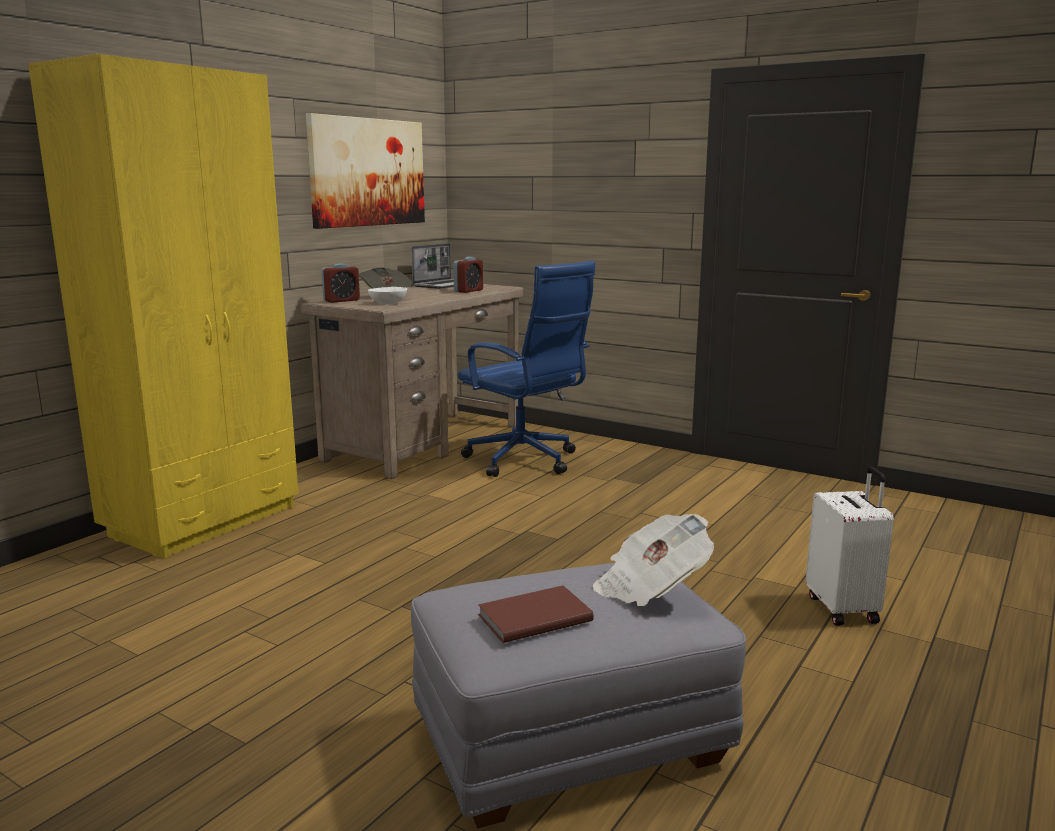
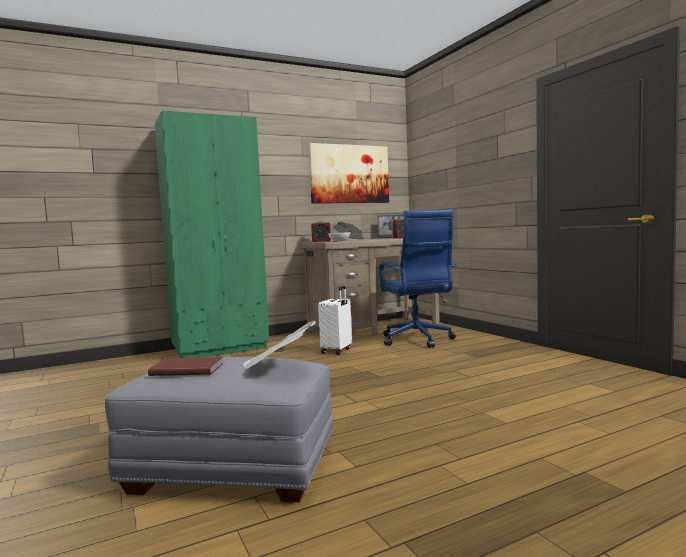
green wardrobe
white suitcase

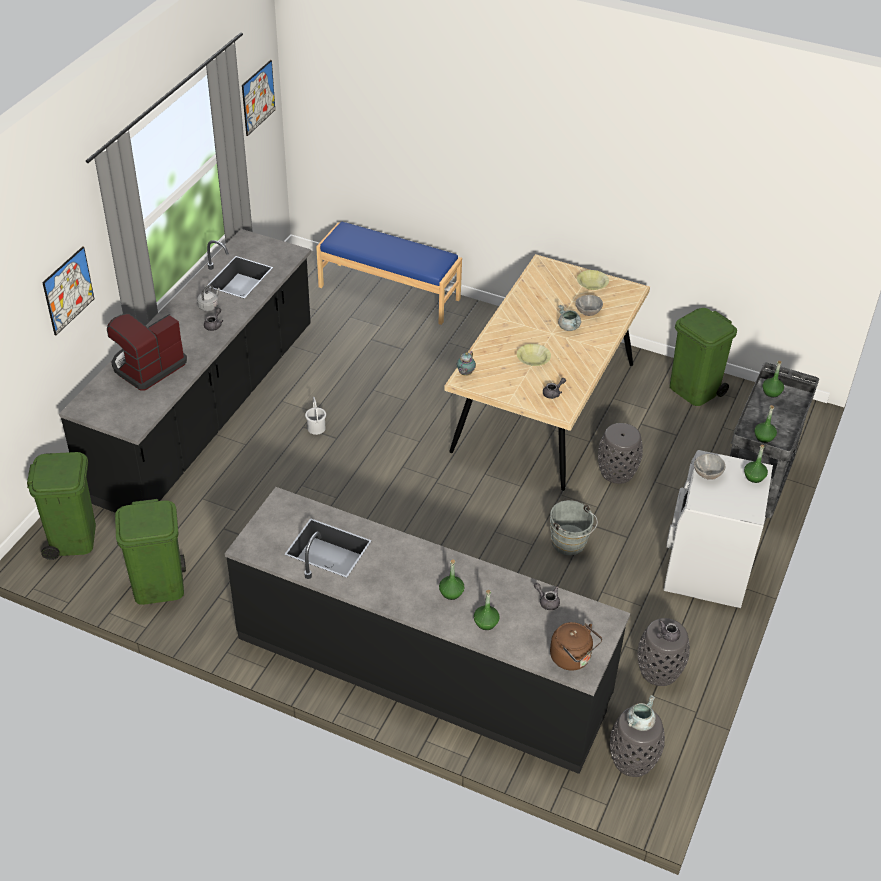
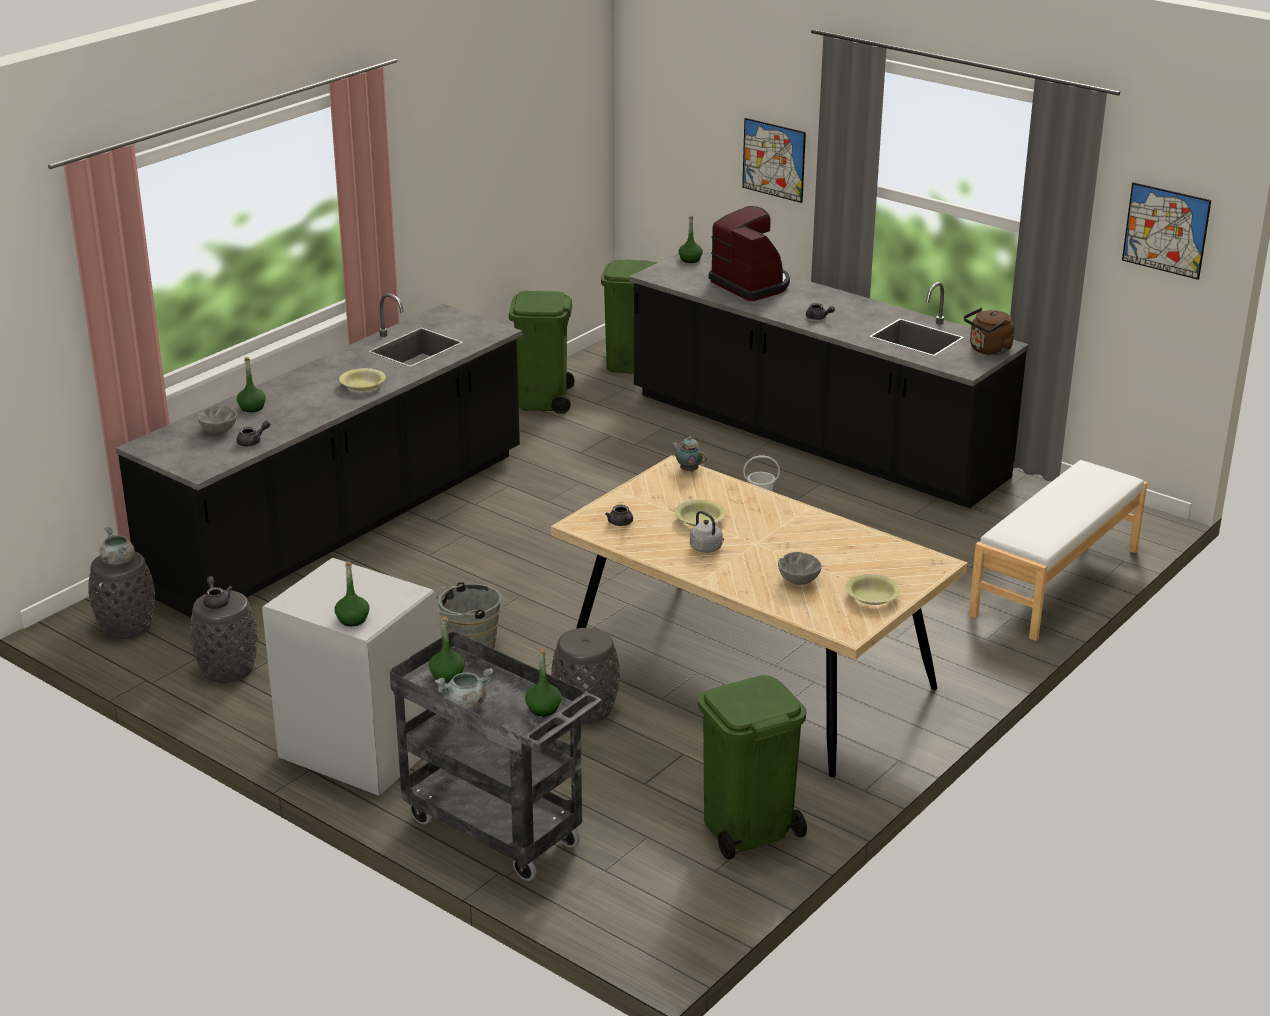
grey kettle
white bench
green bottle (5th from left)
brown kettle
grey cooking pot (2nd from left)
grey bowl (1st from left)
yellow bowl (1st from left)

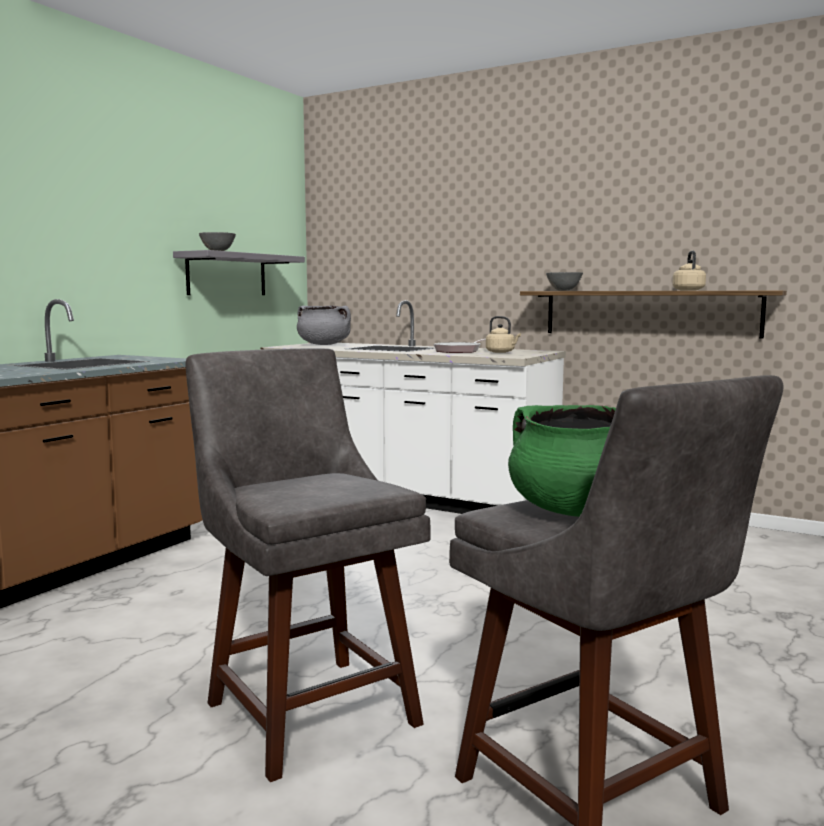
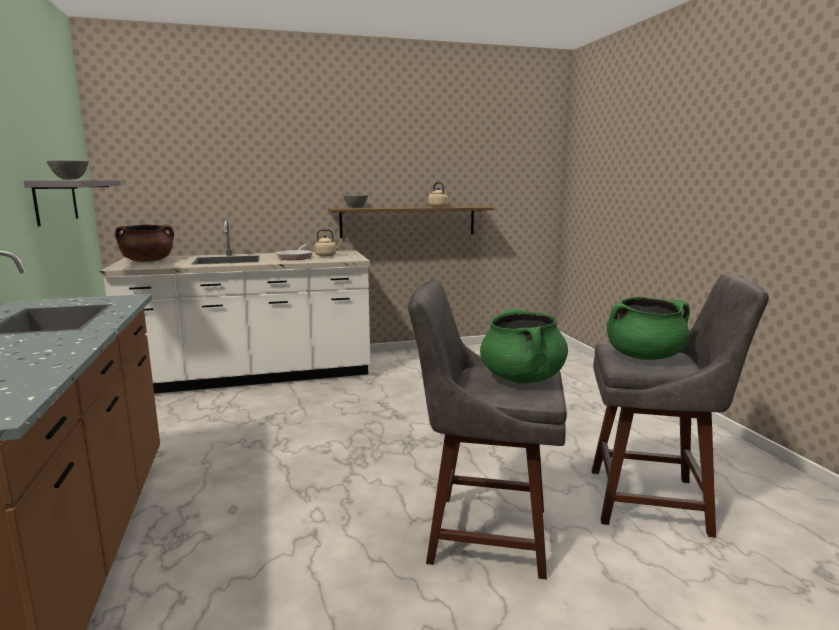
brown cooking pot
green cooking pot (1st from left)

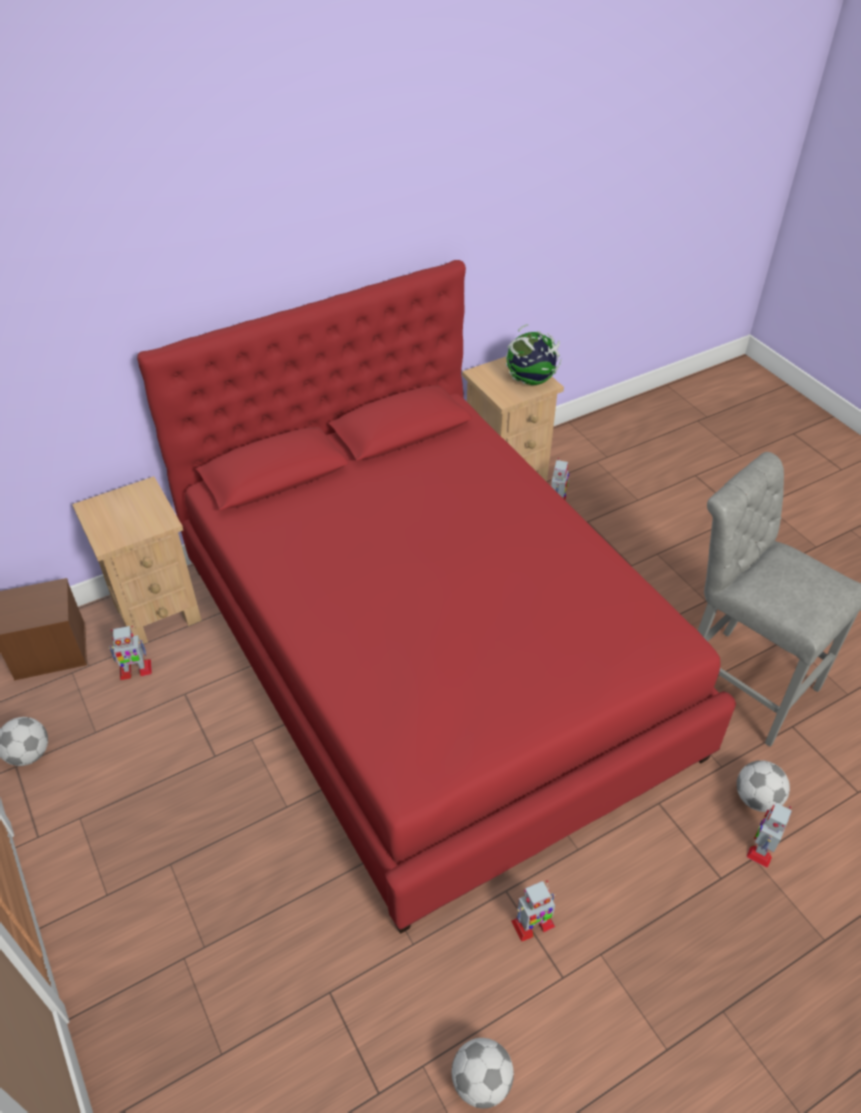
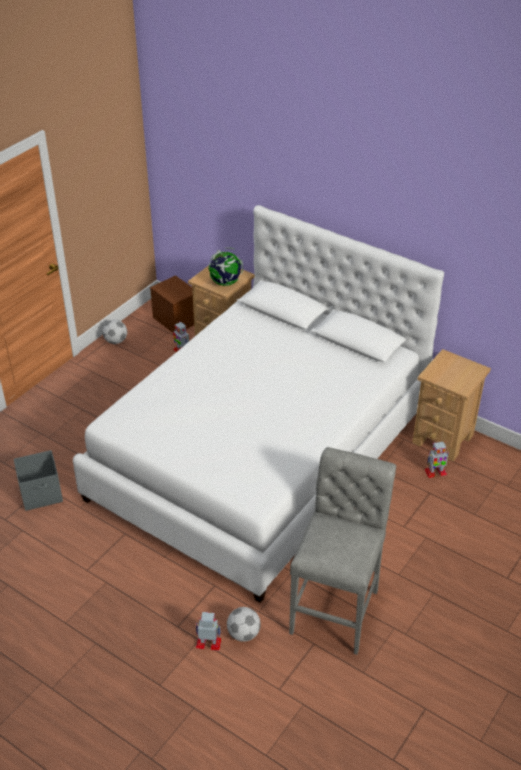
white bed
football (2nd from left in the first image)
globe
toy robot (2nd from left in the first image)
grey storage box

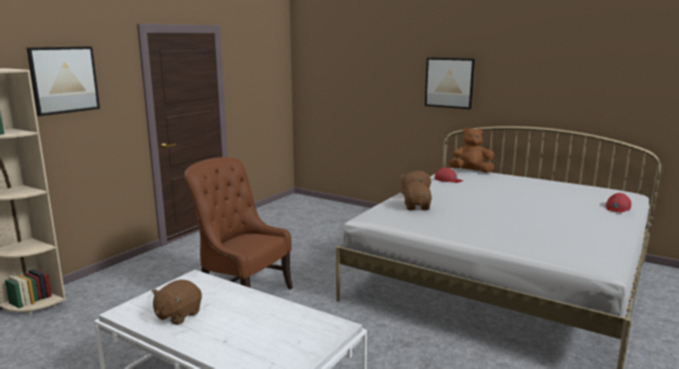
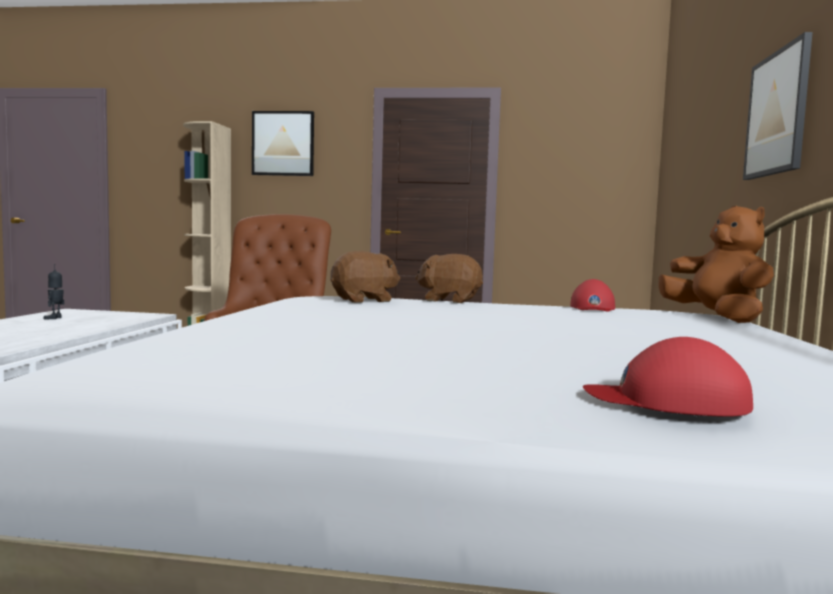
toy robot

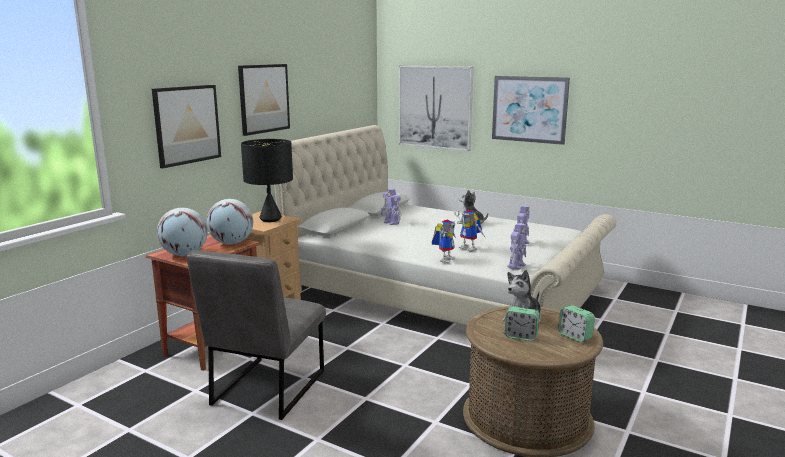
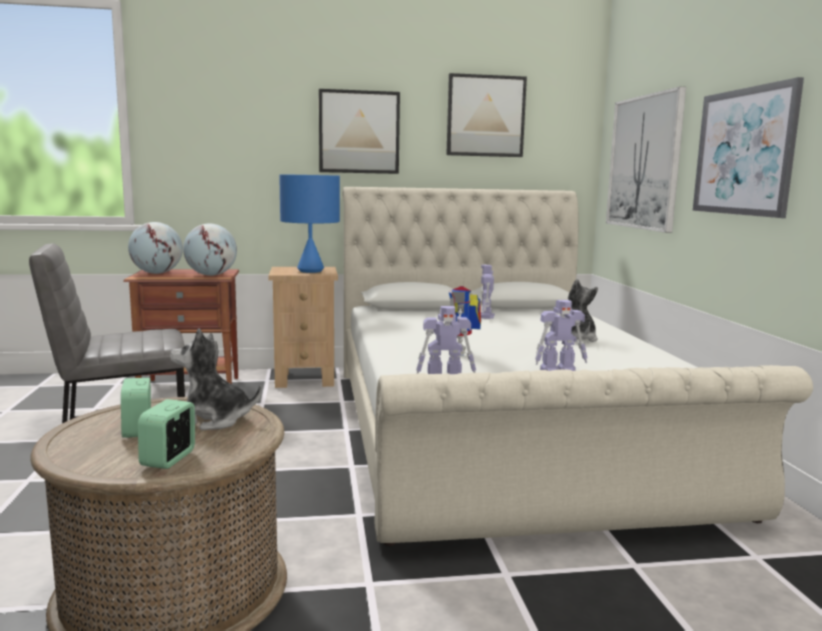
picture (2nd from left)
blue table lamp
toy robot (2nd from left in the first image)

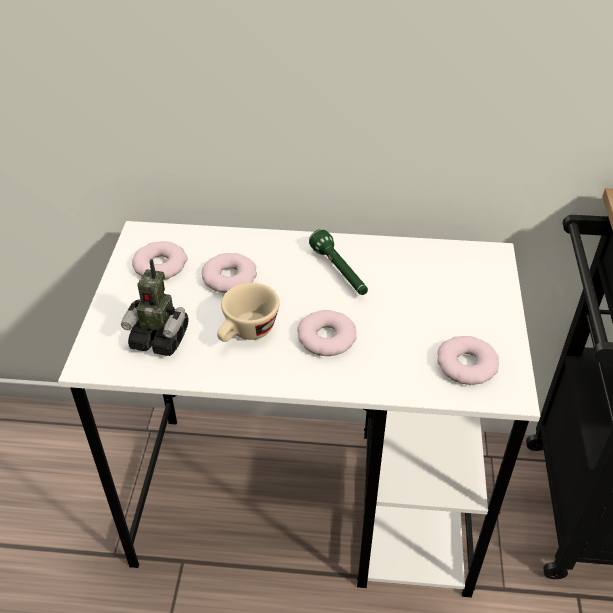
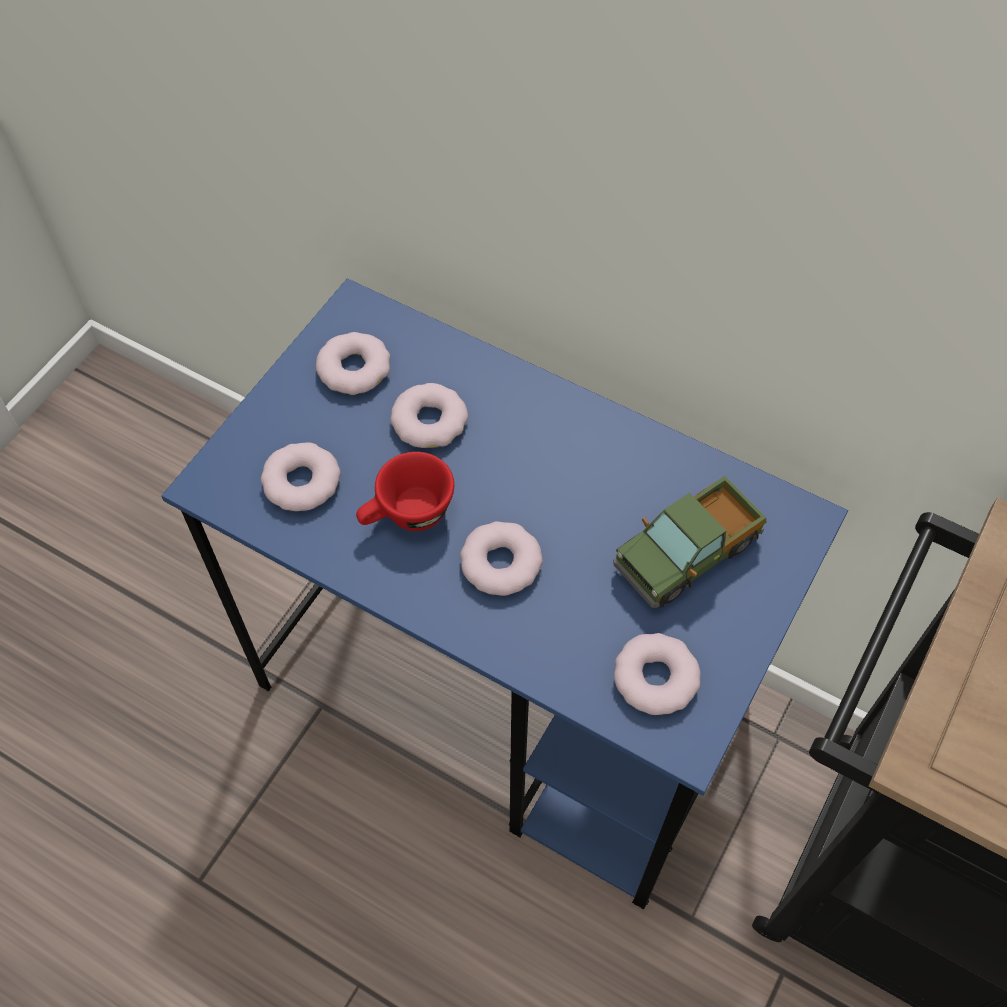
blue desk
donut (1st from left)
red cup
green flashlight
toy truck

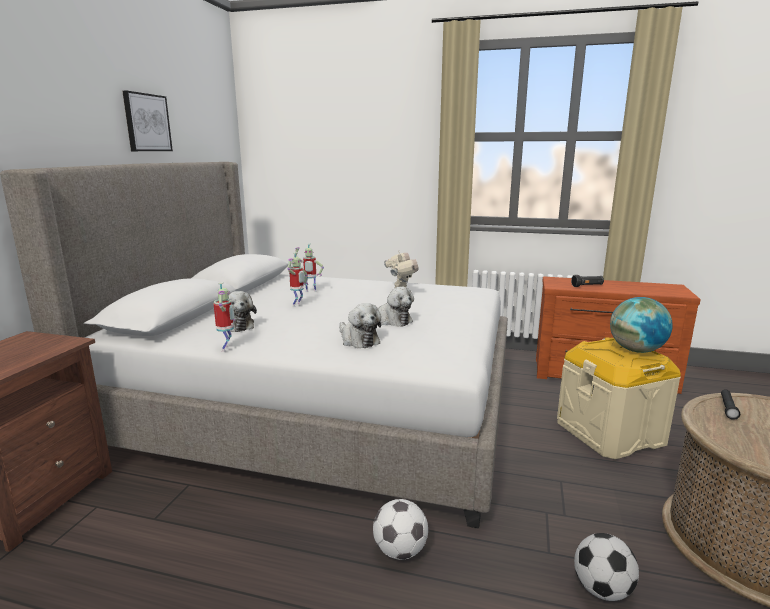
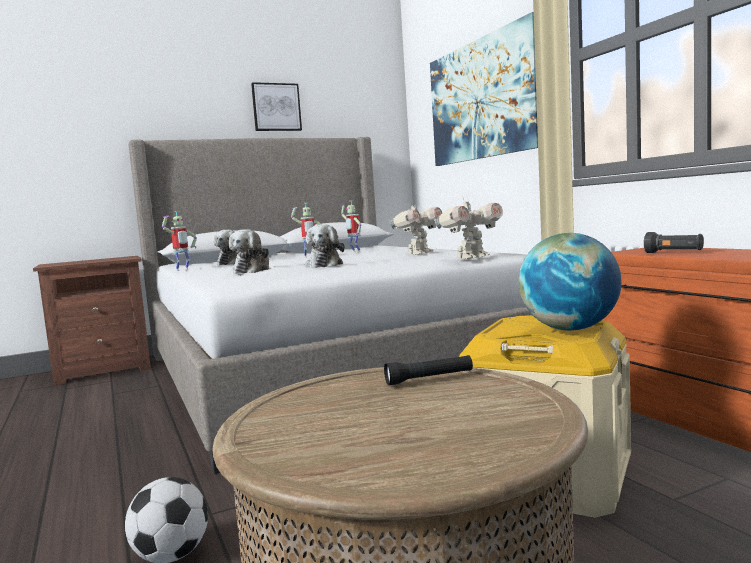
football (1st from left in the first image)
picture (2nd from left)
toy robot (5th from left)

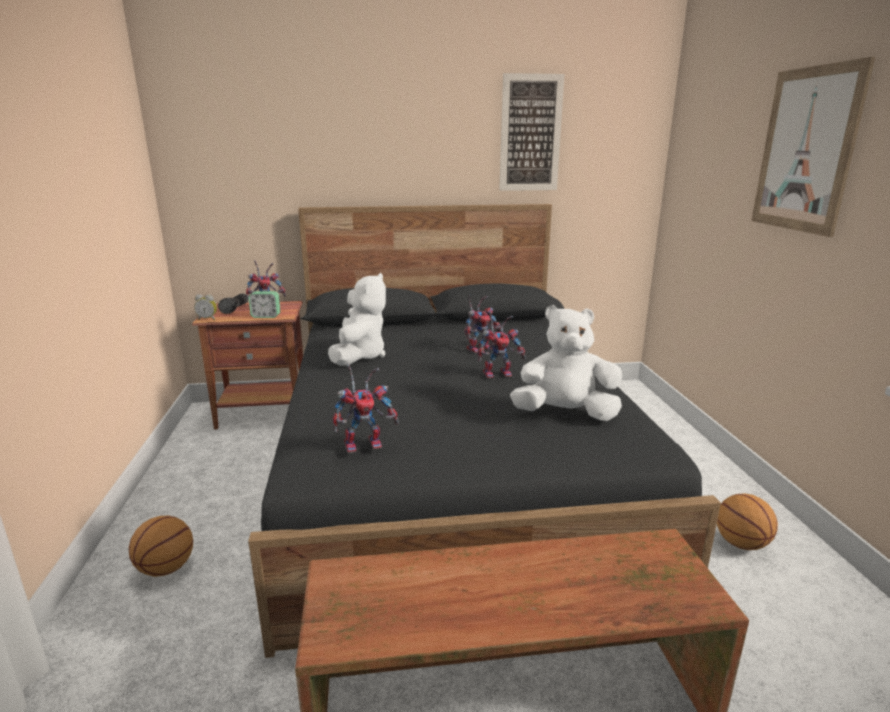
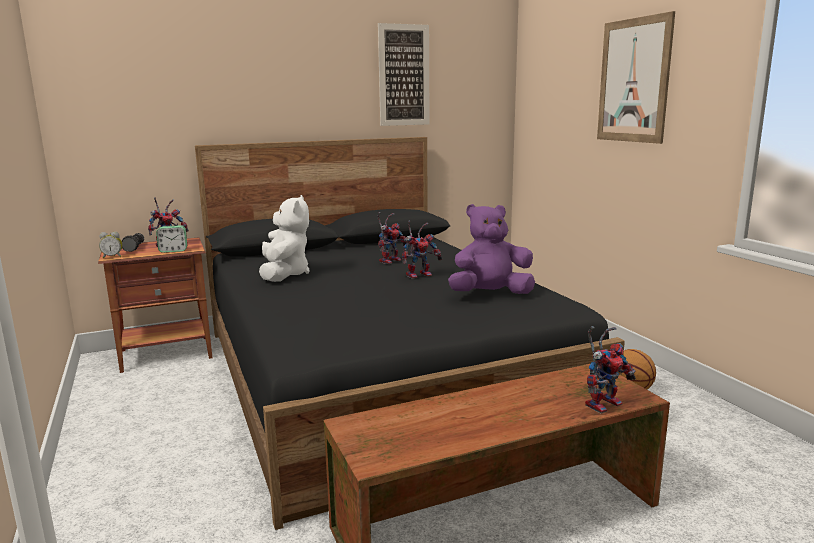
basketball (1st from left in the first image)
toy robot (4th from left)
purple plush toy

